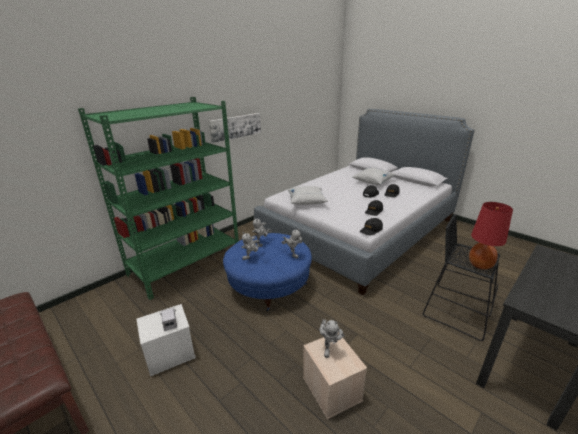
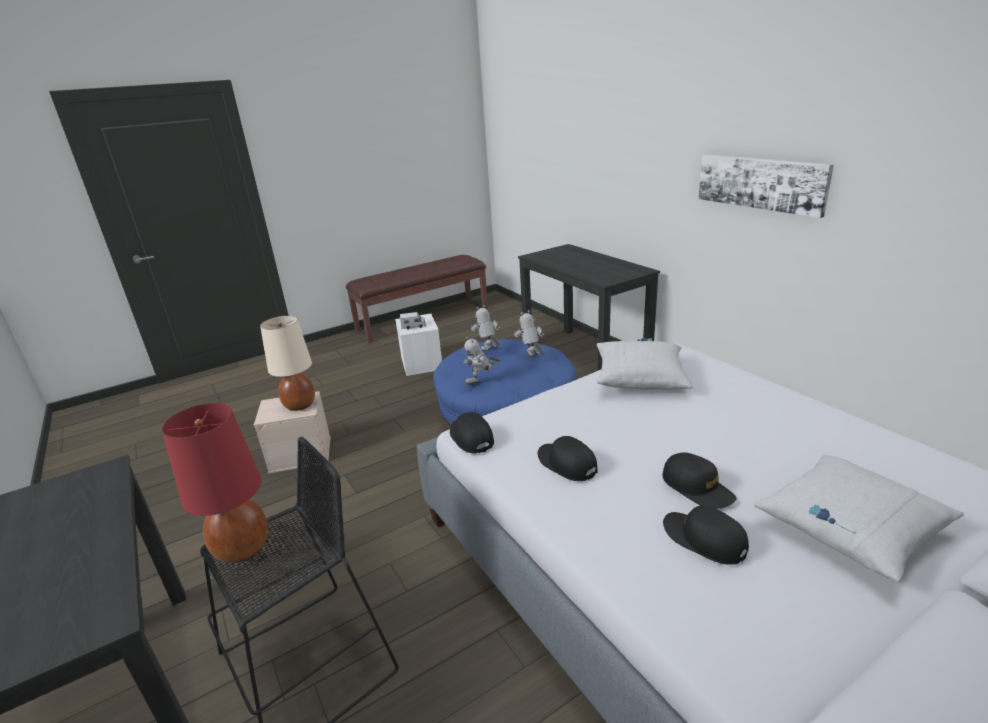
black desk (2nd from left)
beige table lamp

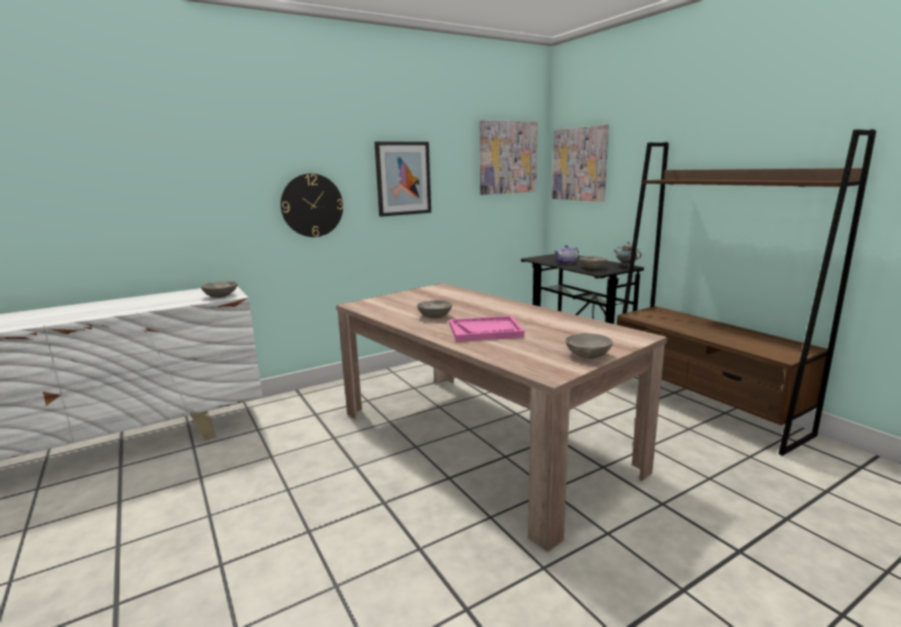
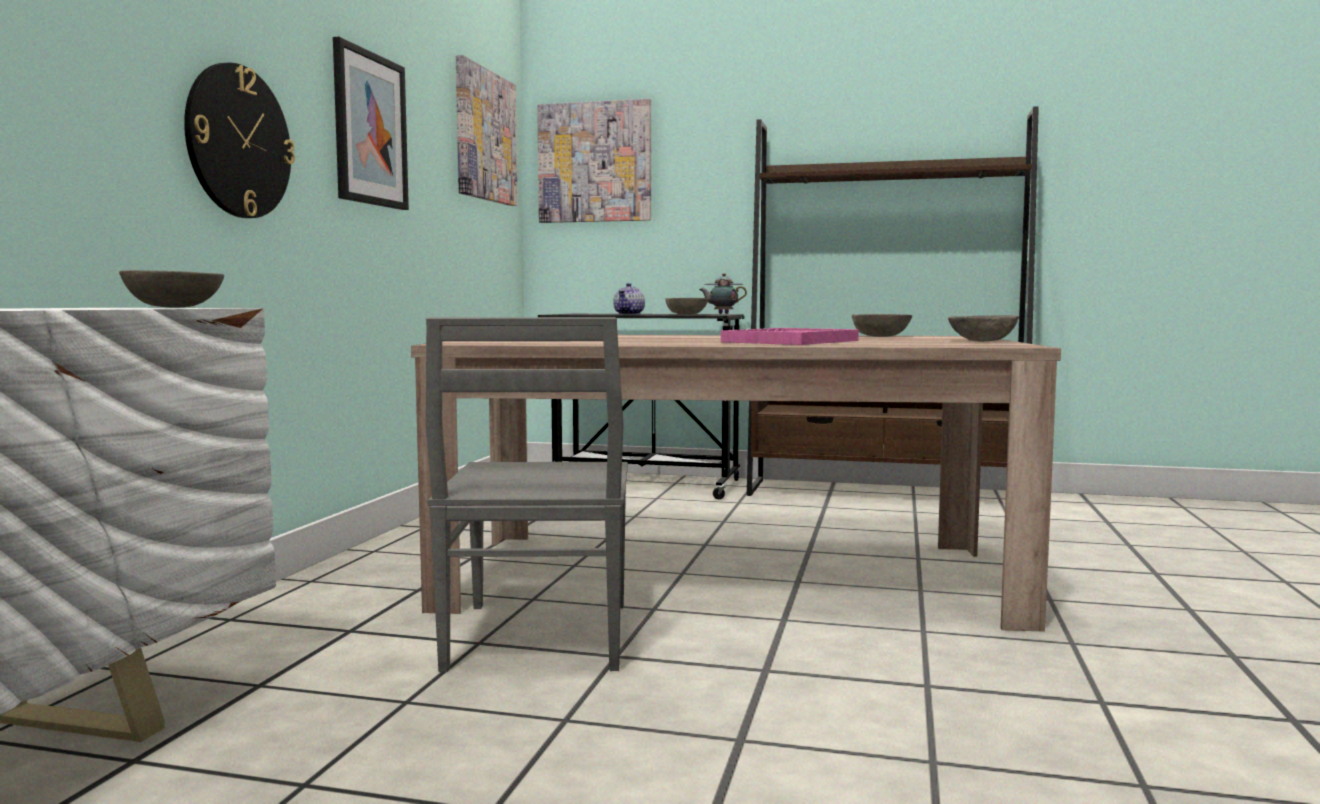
grey bowl (3rd from left)
grey chair

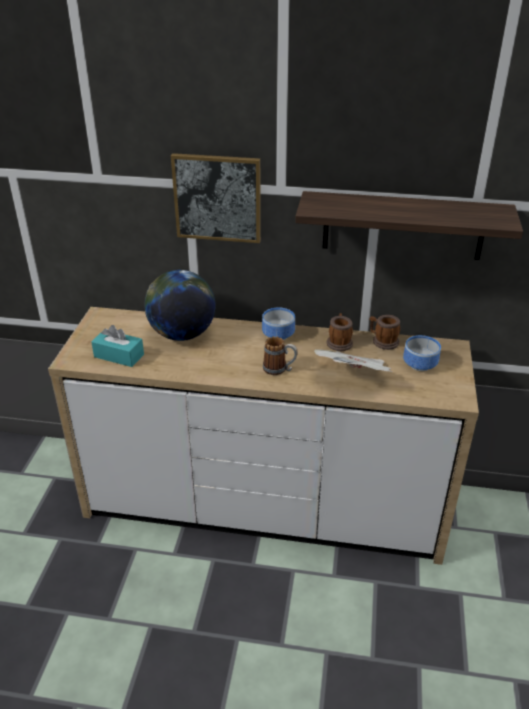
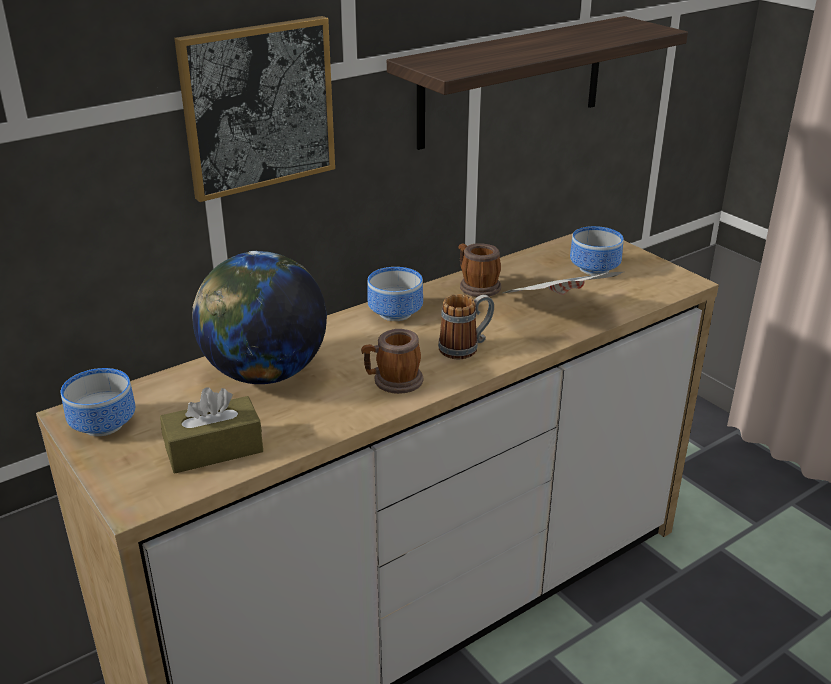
brown tissue box
mug (1st from left)
bowl (1st from left)

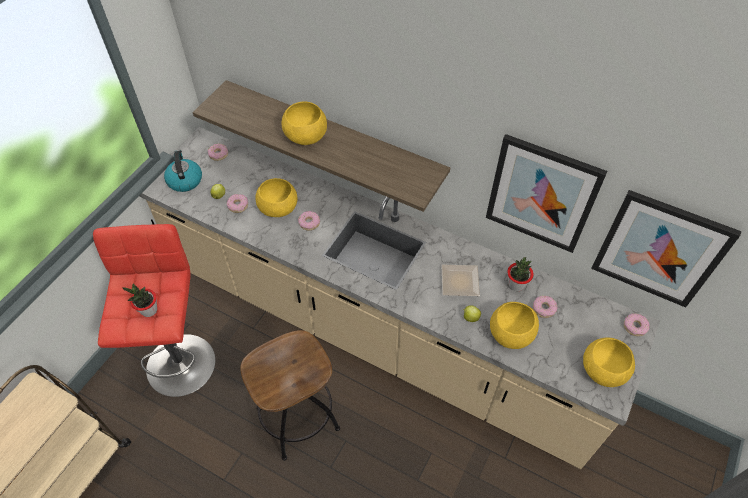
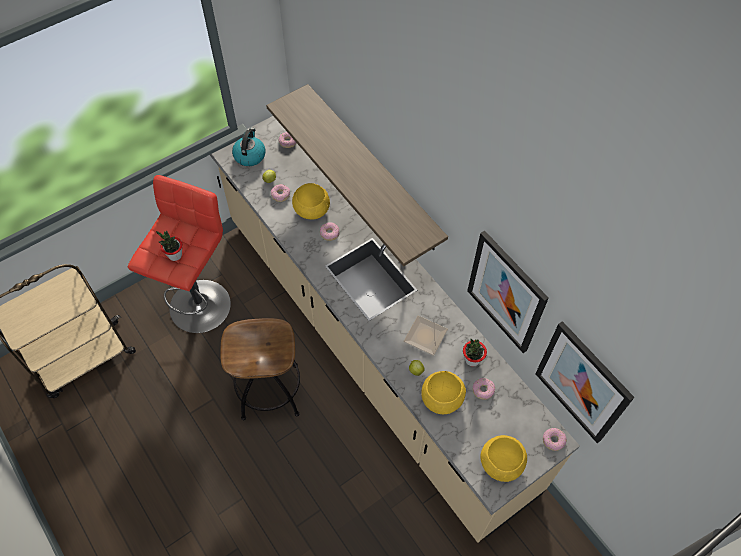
yellow bowl (2nd from left in the first image)

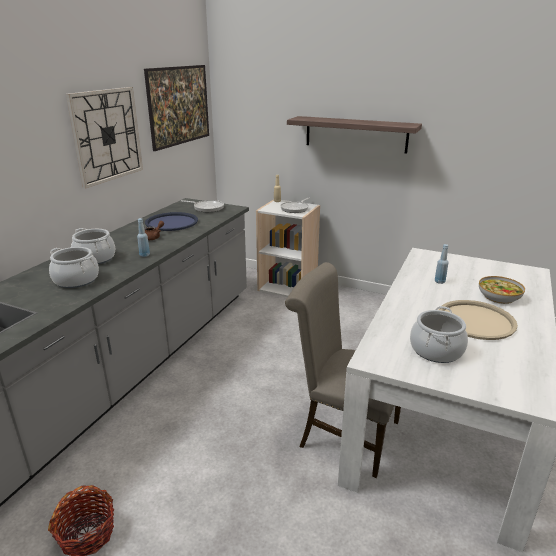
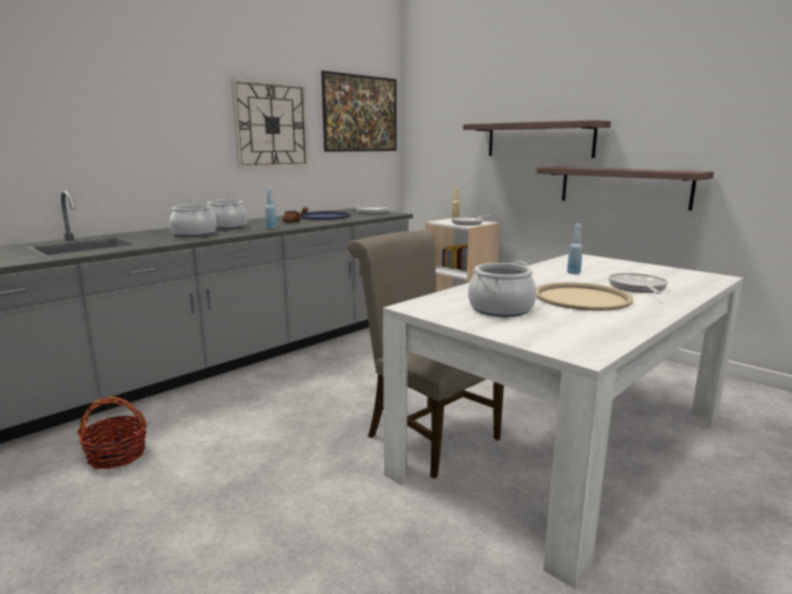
frying pan (3rd from left)
shelf (2nd from left)

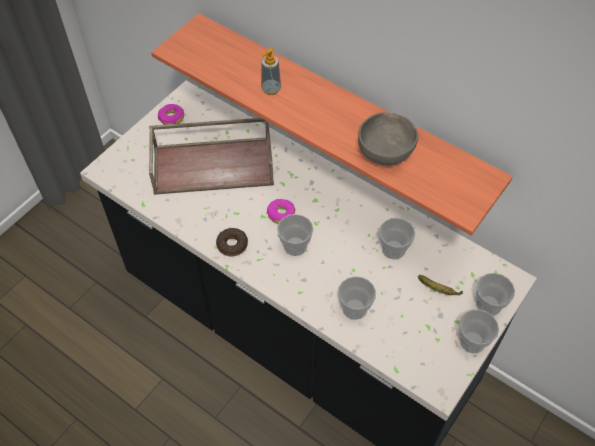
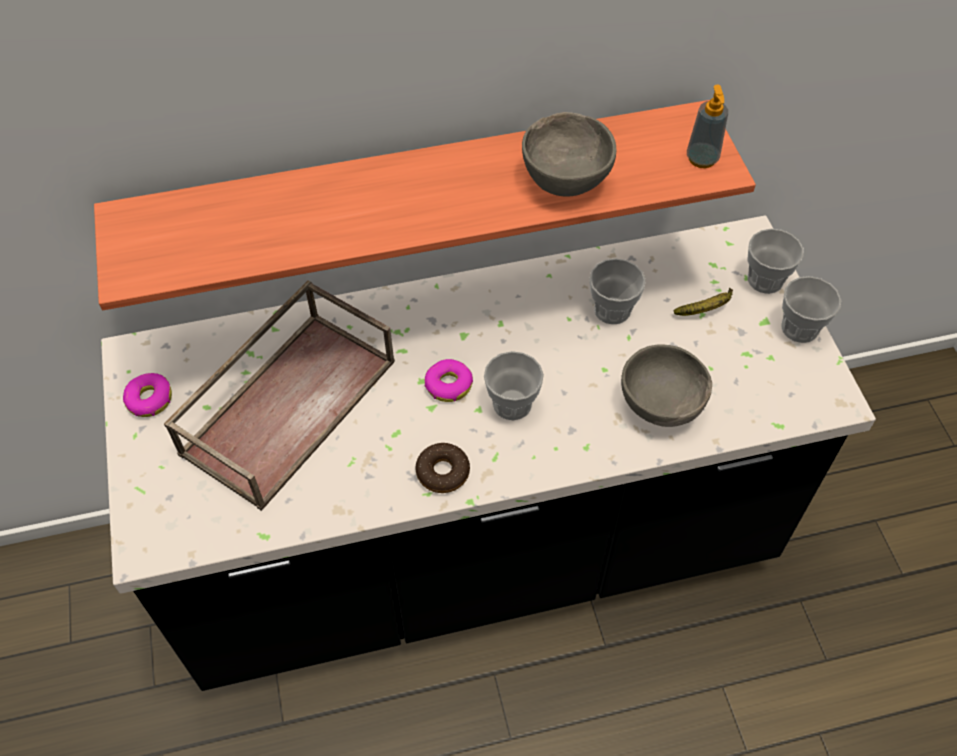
soap dispenser
grey bowl (2nd from left)

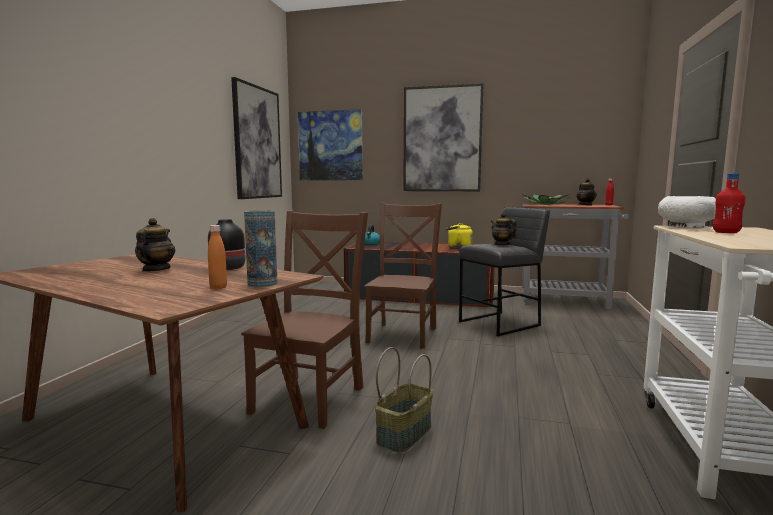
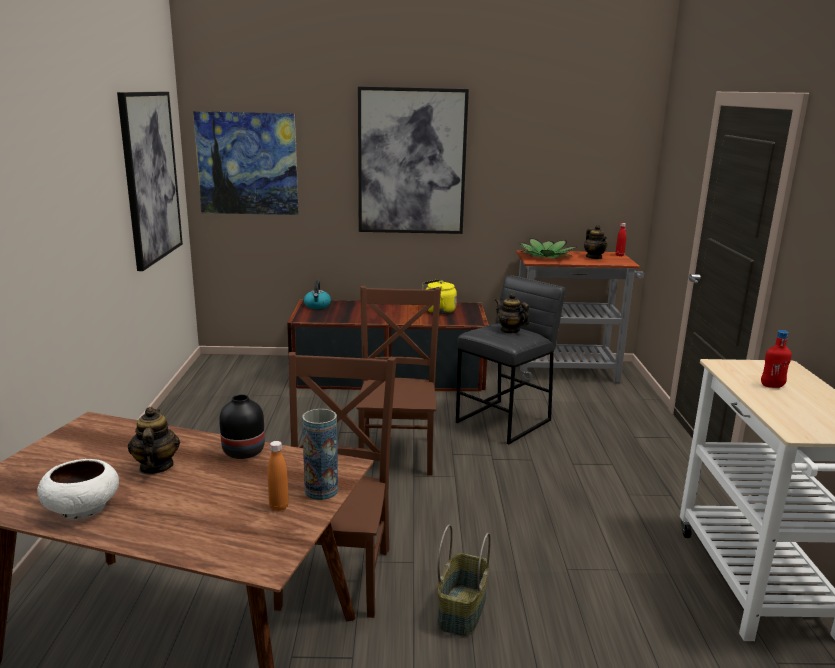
white bowl

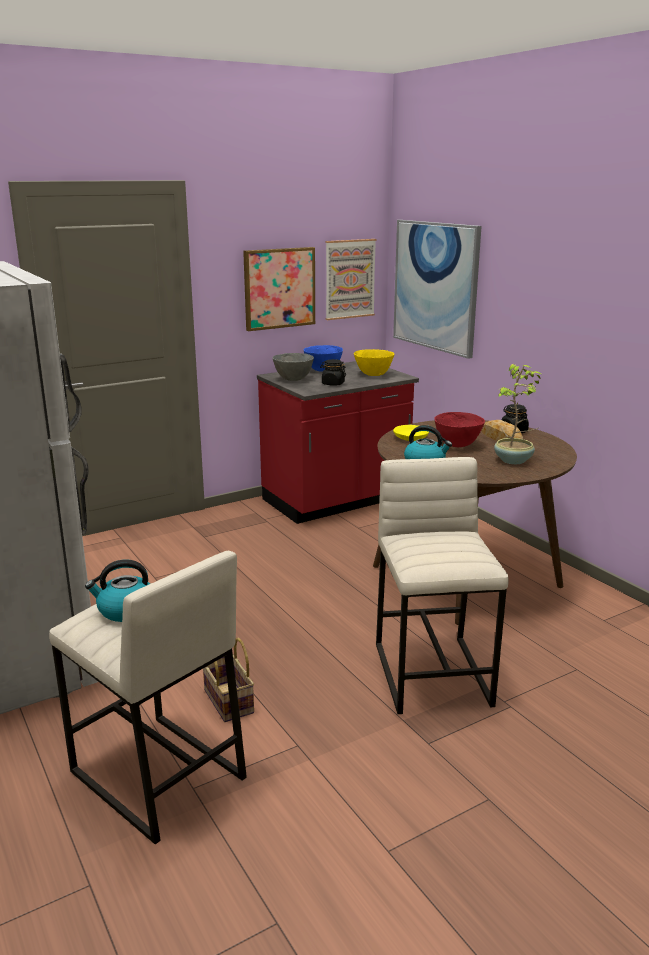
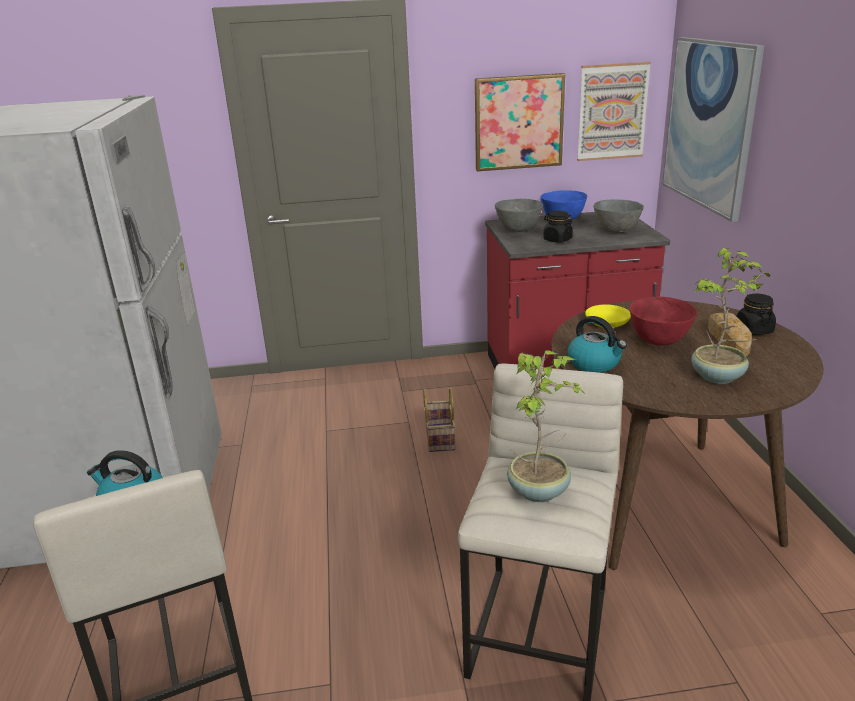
basket
grey bowl (2nd from left)
potted plant (1st from left)

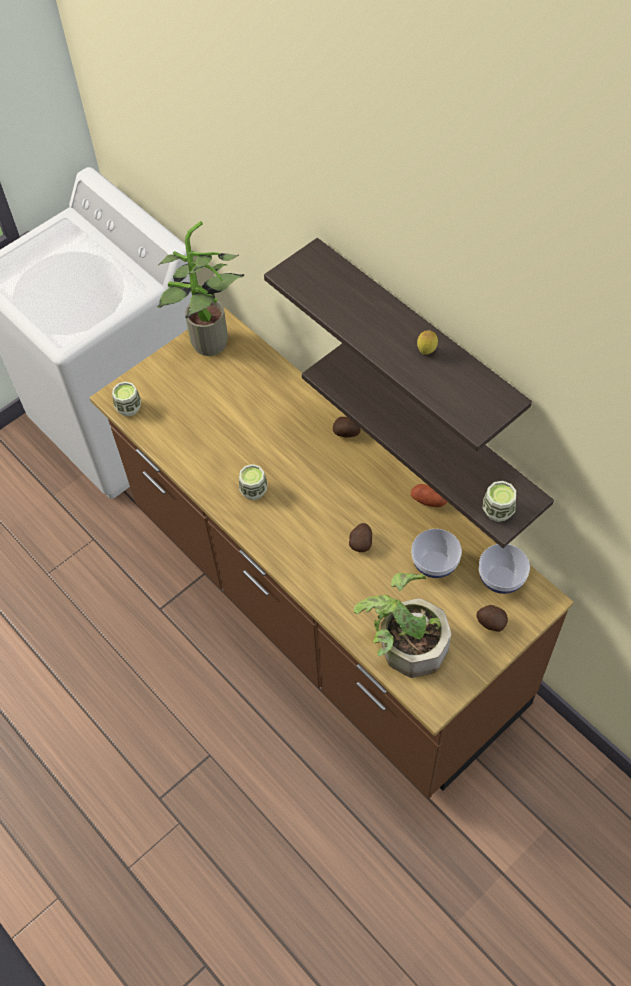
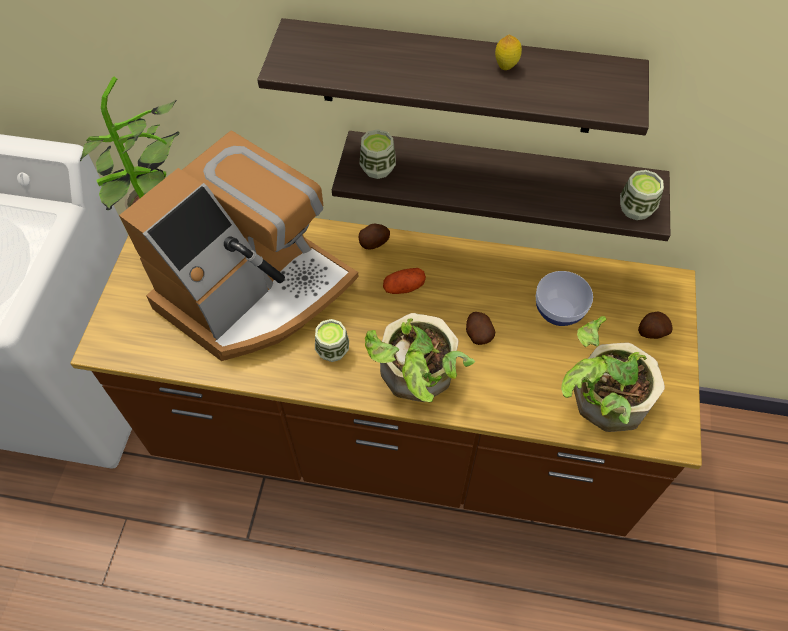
cup (2nd from left)
potato (2nd from left)
bowl (2nd from left in the first image)
coffee machine
potted plant (2nd from left)

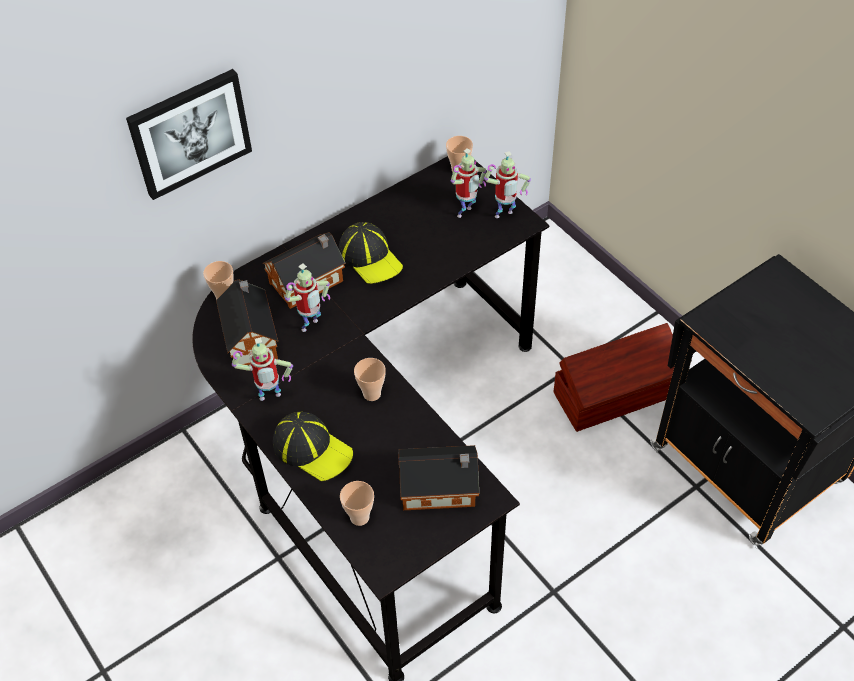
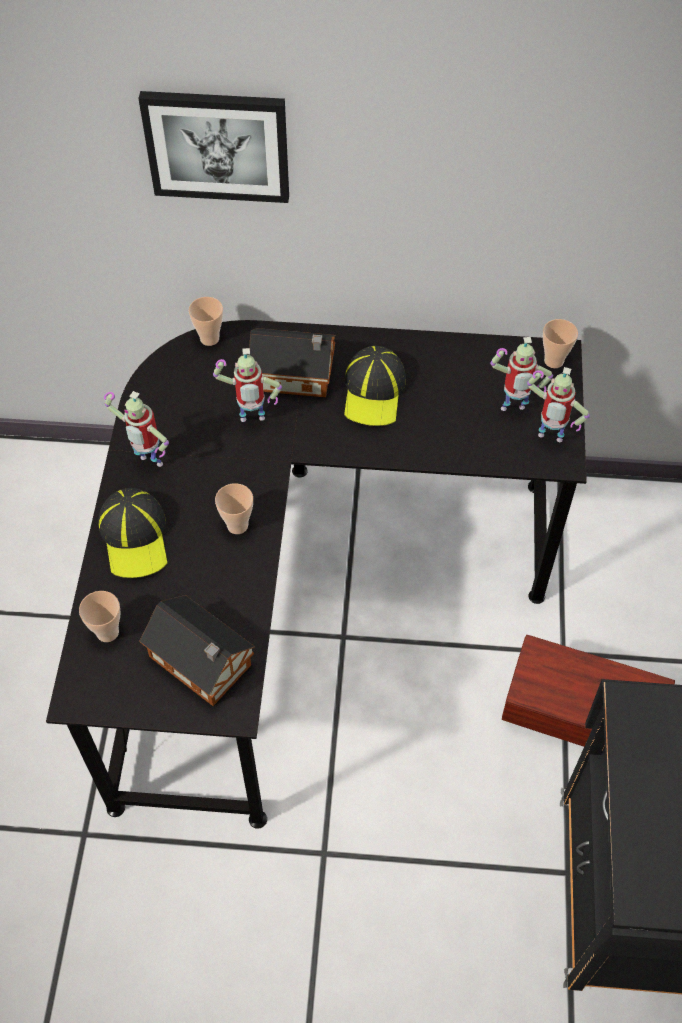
toy house (1st from left in the first image)

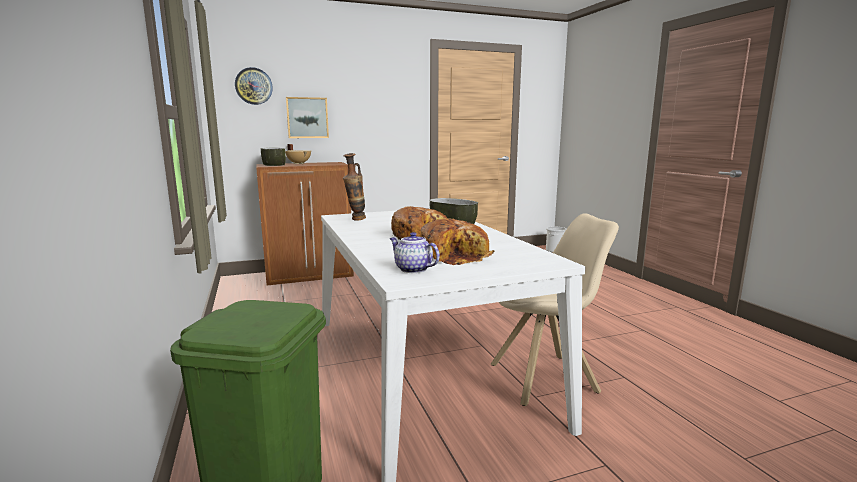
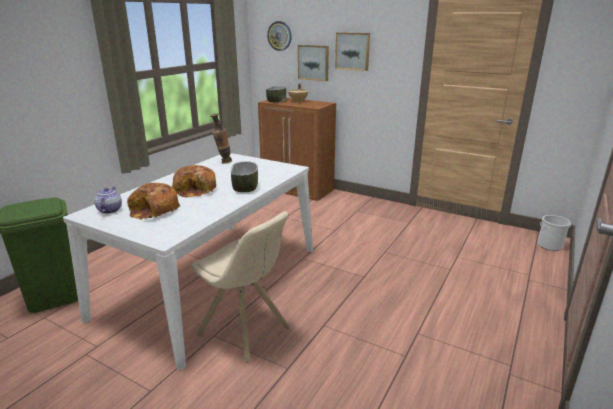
picture (2nd from left)

